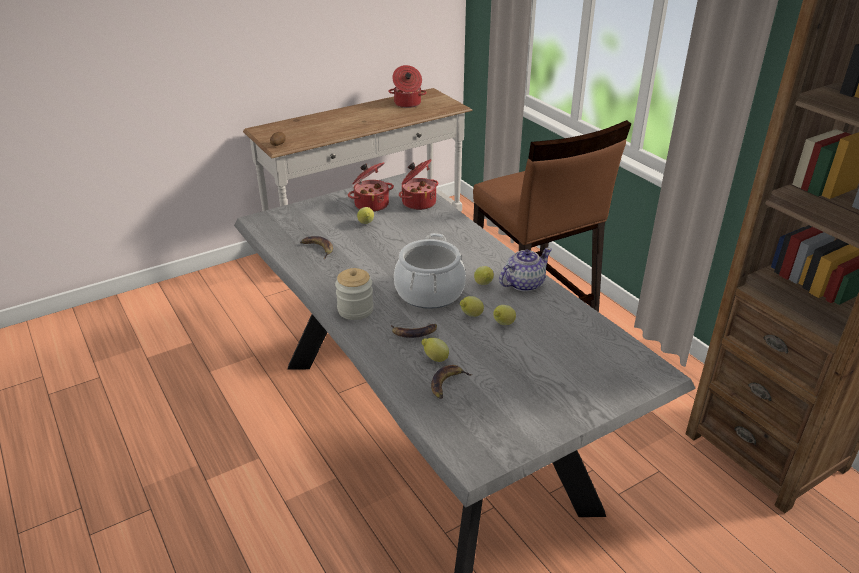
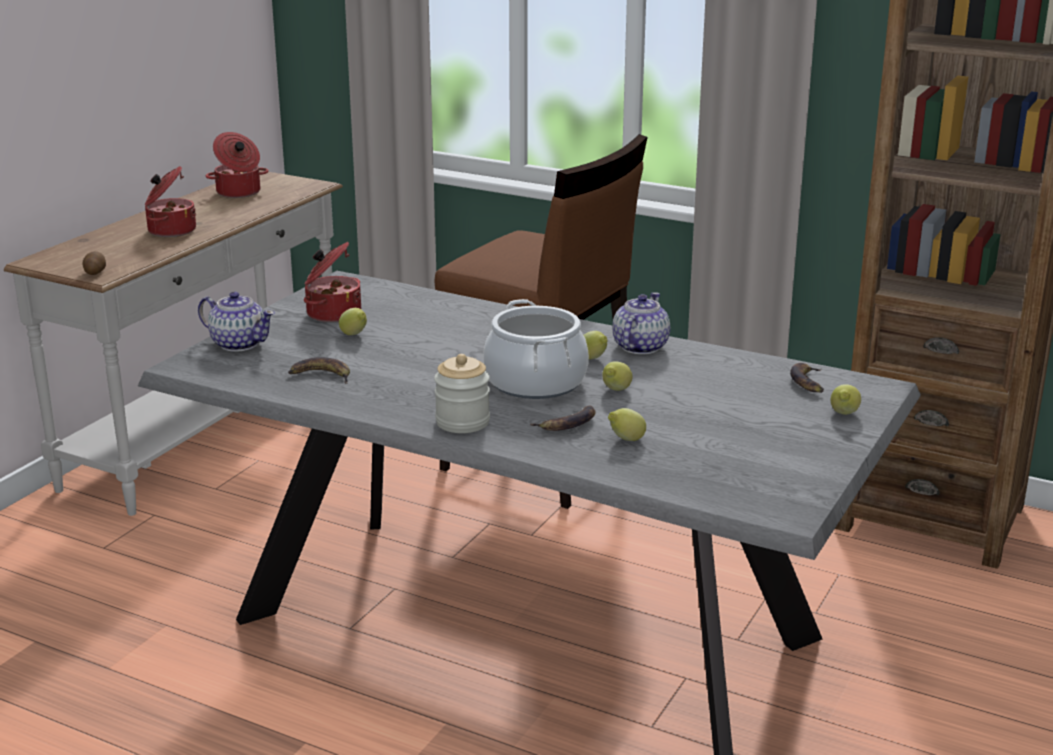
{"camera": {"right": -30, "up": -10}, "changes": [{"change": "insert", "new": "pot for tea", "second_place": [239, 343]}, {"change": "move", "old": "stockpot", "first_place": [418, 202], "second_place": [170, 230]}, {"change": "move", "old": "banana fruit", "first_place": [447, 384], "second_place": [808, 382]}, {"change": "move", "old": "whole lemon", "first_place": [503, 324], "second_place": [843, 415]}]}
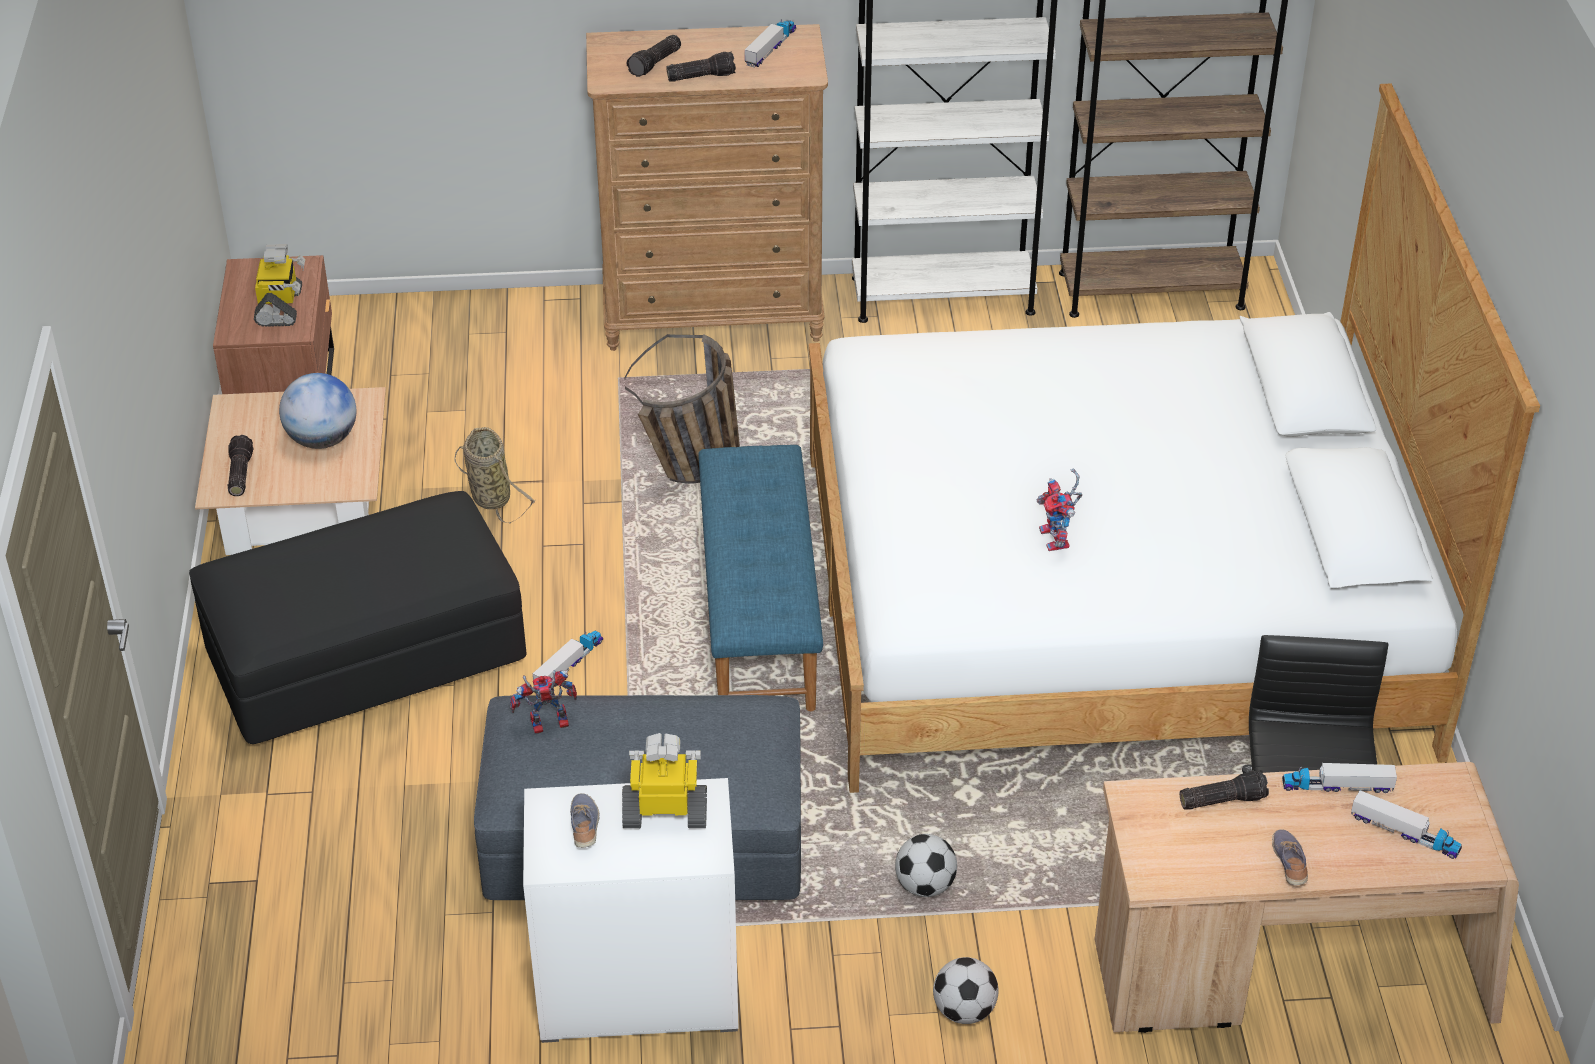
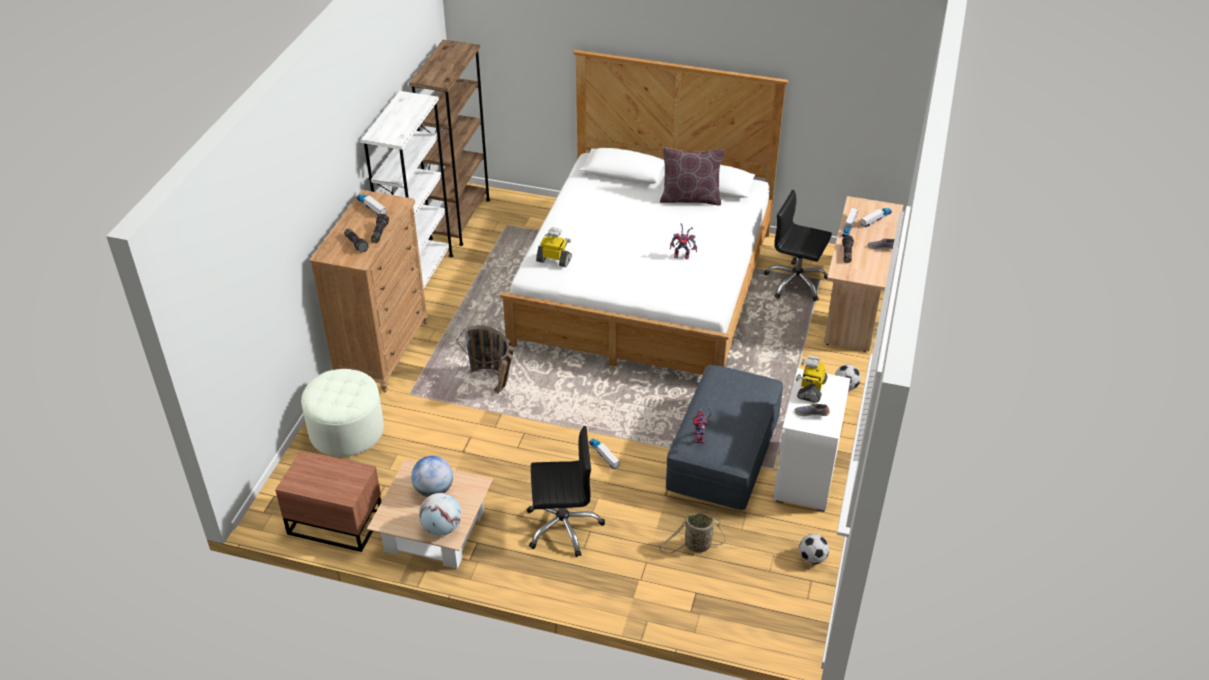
{"camera": {"right": -70, "up": 0}, "changes": [{"change": "delete", "old": "blue bench", "first_place": [761, 616]}, {"change": "insert", "new": "white ottoman", "second_place": [346, 431]}, {"change": "insert", "new": "brown-coloured cushion", "second_place": [690, 198]}, {"change": "move", "old": "robot figure", "first_place": [281, 307], "second_place": [554, 260]}, {"change": "move", "old": "storage basket", "first_place": [489, 496], "second_place": [696, 546]}, {"change": "move", "old": "football", "first_place": [924, 886], "second_place": [812, 558]}, {"change": "replace", "old": "black-coloured ottoman", "new": "black-coloured office chair", "first_place": [366, 657], "second_place": [563, 526]}, {"change": "replace", "old": "torch", "new": "globe", "first_place": [239, 474], "second_place": [442, 527]}]}
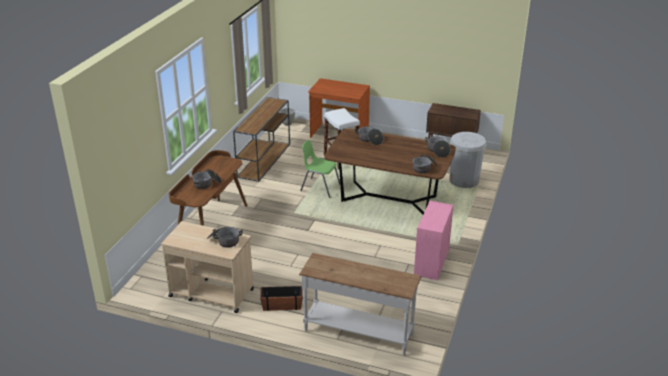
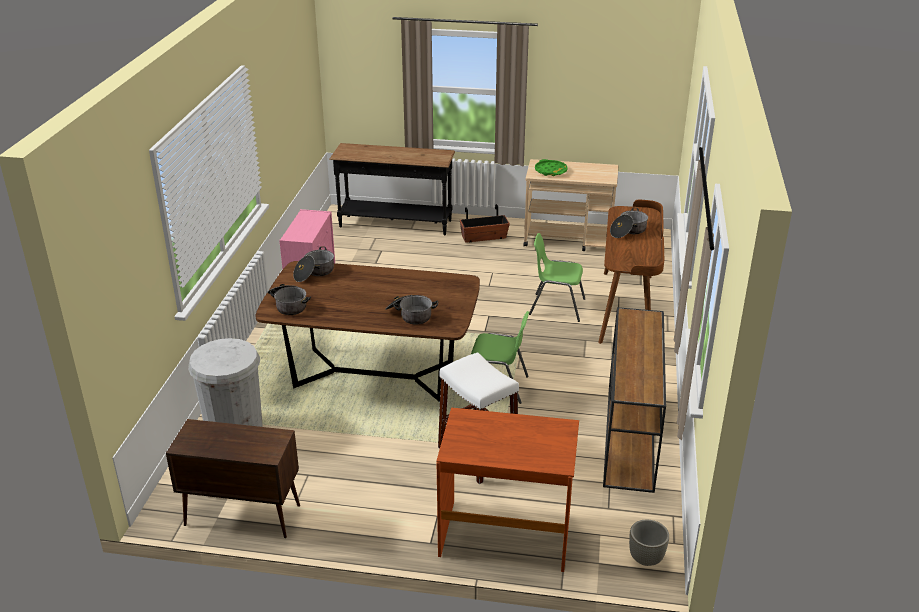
{"camera": {"right": 170, "up": 0}, "changes": [{"change": "insert", "new": "green upright chair", "second_place": [556, 307]}, {"change": "replace", "old": "stockpot", "new": "green carrying tray", "first_place": [224, 241], "second_place": [551, 171]}, {"change": "recolor", "old": "white narrow table", "new": "black-coloured narrow table", "first_place": [358, 331], "second_place": [395, 224]}]}
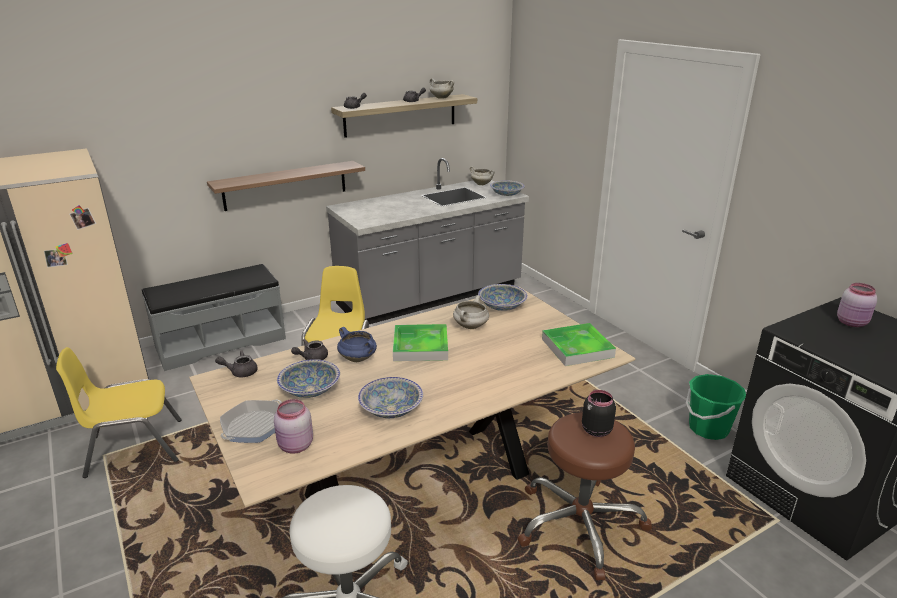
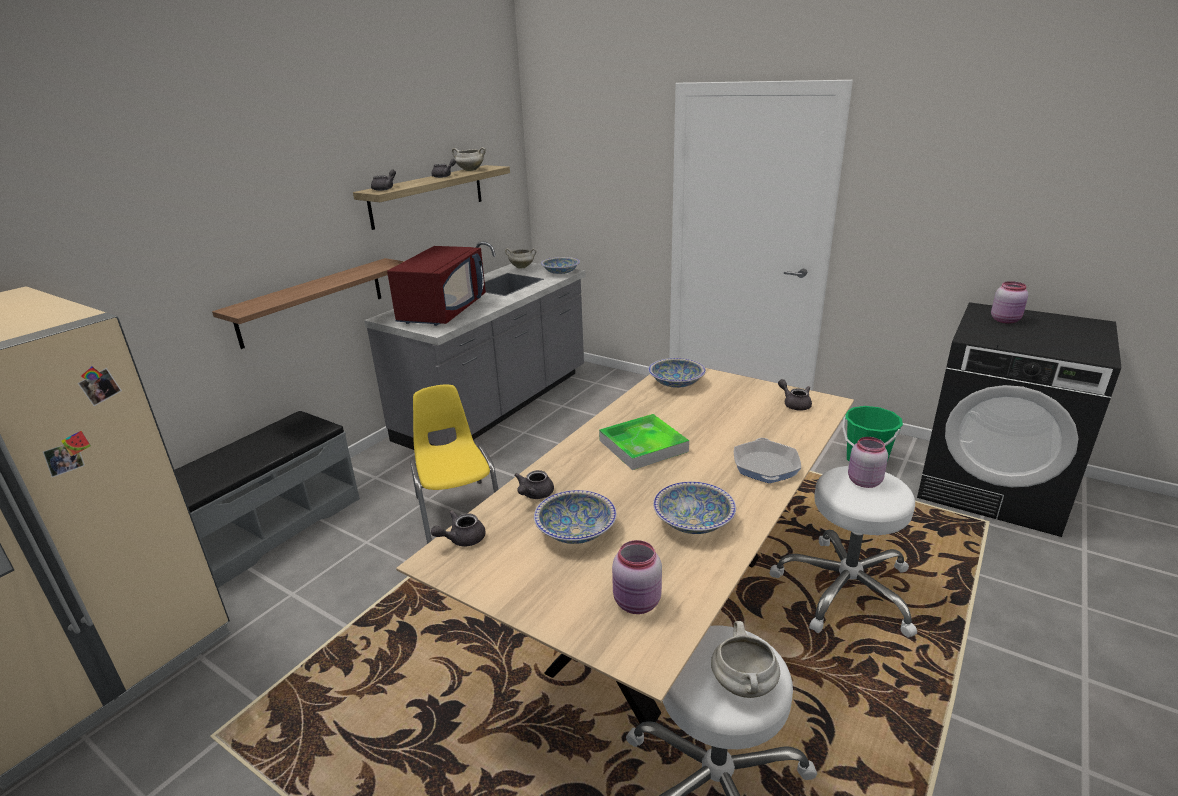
{"camera": {"right": -25, "up": 0}, "changes": [{"change": "delete", "old": "yellowish upright chair", "first_place": [134, 448]}, {"change": "delete", "old": "blue stockpot", "first_place": [358, 359]}, {"change": "insert", "new": "reddish microwave oven", "second_place": [443, 311]}, {"change": "move", "old": "skillet", "first_place": [253, 426], "second_place": [765, 466]}, {"change": "move", "old": "white stockpot", "first_place": [471, 327], "second_place": [744, 685]}, {"change": "replace", "old": "carrying tray", "new": "grey pot for tea", "first_place": [577, 348], "second_place": [794, 404]}, {"change": "recolor", "old": "brown-coloured stool seat", "new": "white stool seat", "first_place": [579, 524], "second_place": [845, 589]}, {"change": "recolor", "old": "black-coloured storage jar", "new": "pinkish storage jar", "first_place": [595, 430], "second_place": [863, 481]}]}
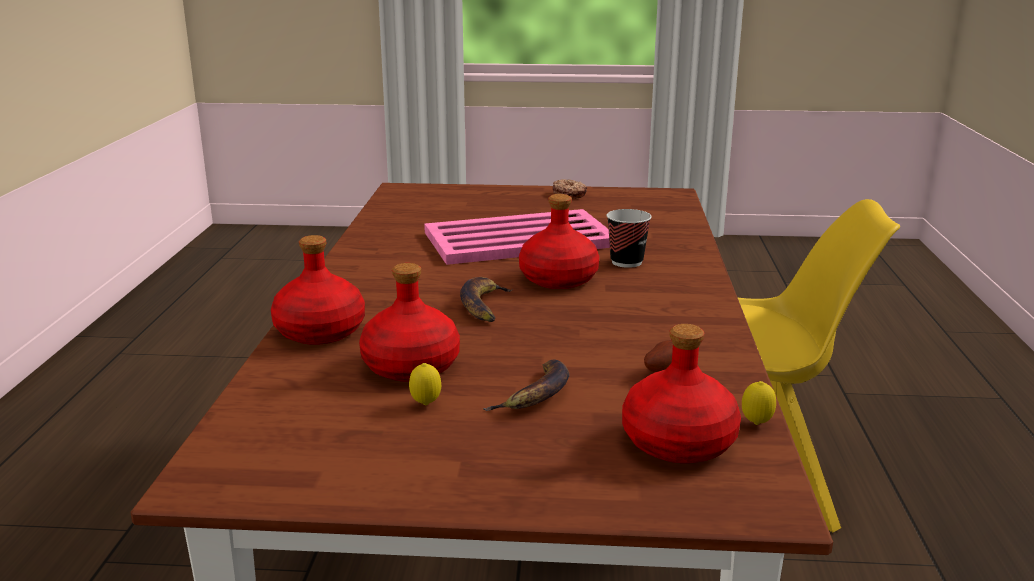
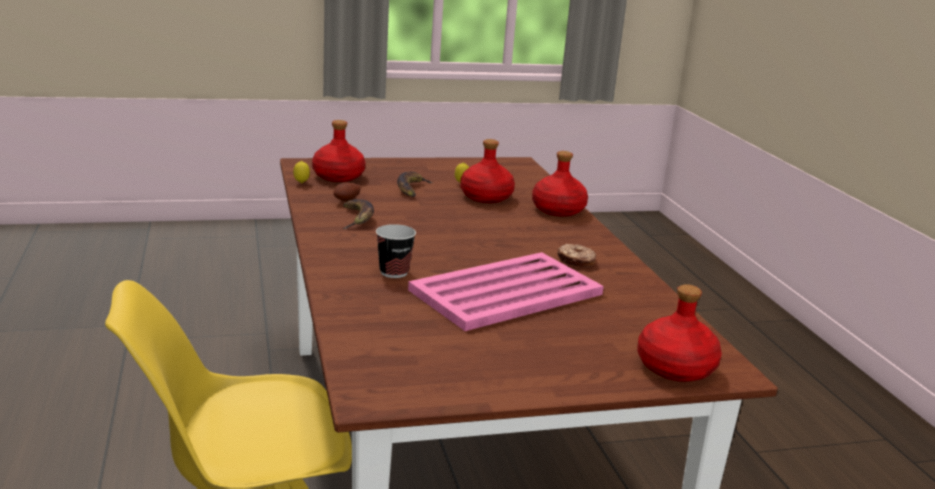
{"camera": {"right": 160, "up": 0}, "changes": [{"change": "move", "old": "banana fruit", "first_place": [484, 306], "second_place": [357, 218]}, {"change": "move", "old": "reddish bottle", "first_place": [559, 279], "second_place": [674, 367]}, {"change": "move", "old": "donut", "first_place": [569, 194], "second_place": [576, 261]}]}
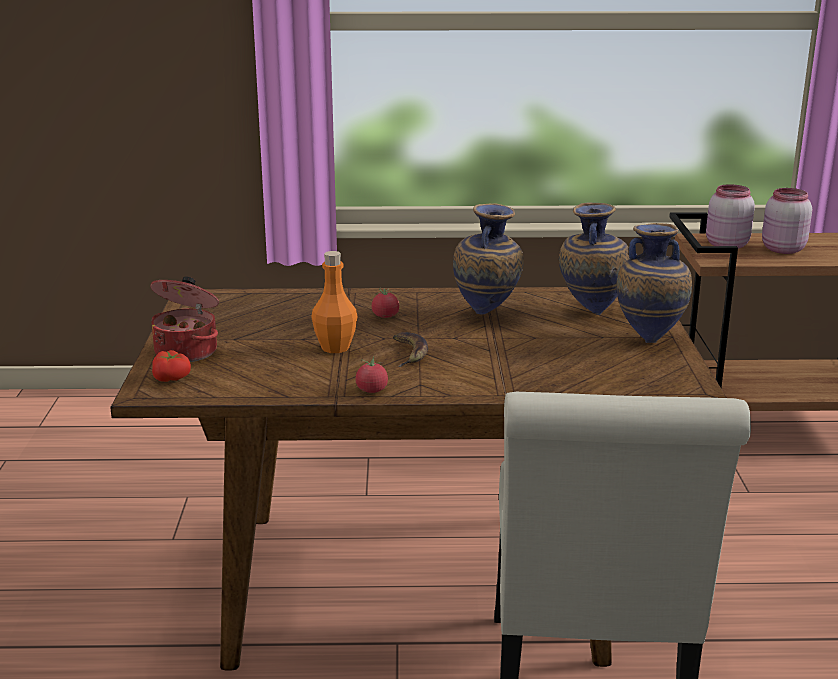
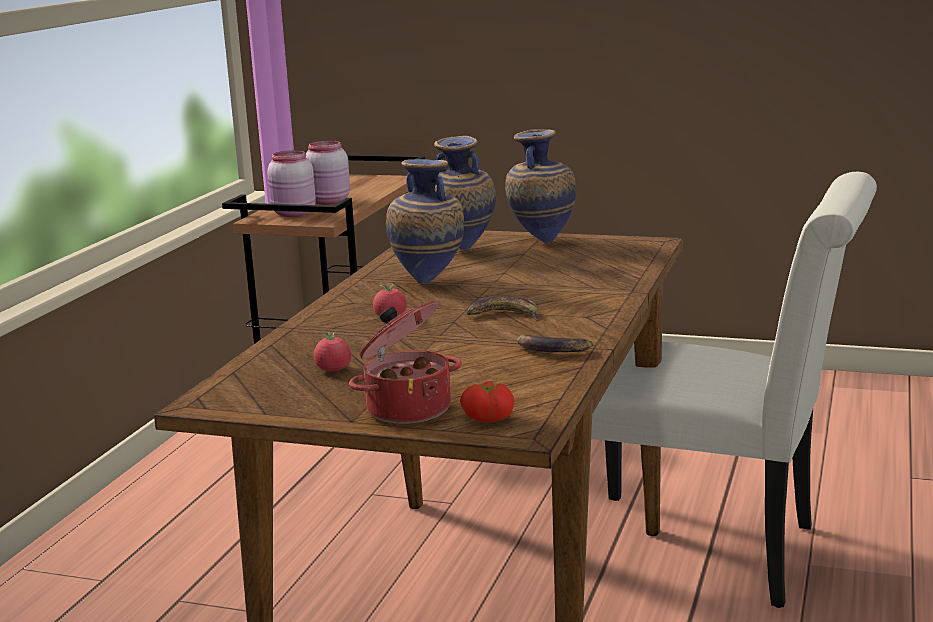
{"camera": {"right": -70, "up": -5}, "changes": [{"change": "delete", "old": "orangey bottle", "first_place": [335, 347]}, {"change": "insert", "new": "banana fruit", "second_place": [552, 349]}, {"change": "move", "old": "whole tomato", "first_place": [371, 390], "second_place": [333, 369]}]}
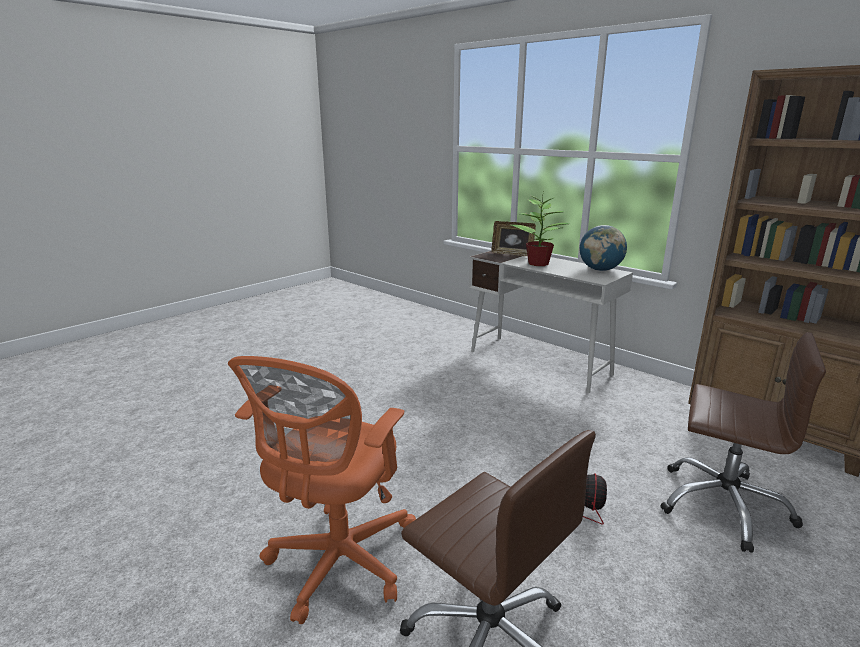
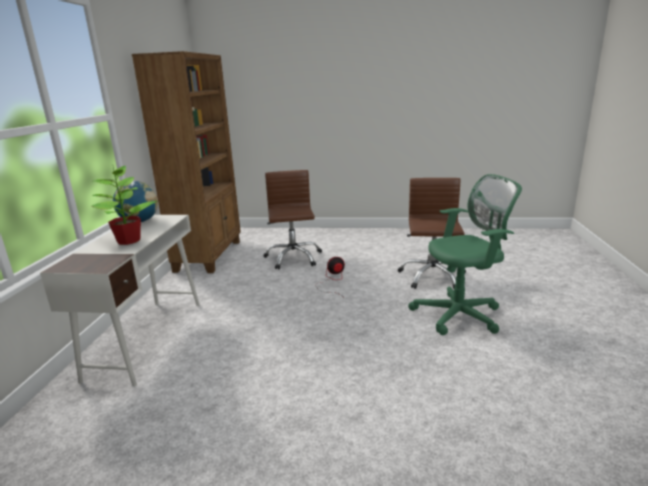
{"camera": {"right": -125, "up": 0}, "changes": [{"change": "delete", "old": "photo frame", "first_place": [512, 254]}, {"change": "recolor", "old": "orangey office chair", "new": "green office chair", "first_place": [337, 564], "second_place": [461, 315]}]}
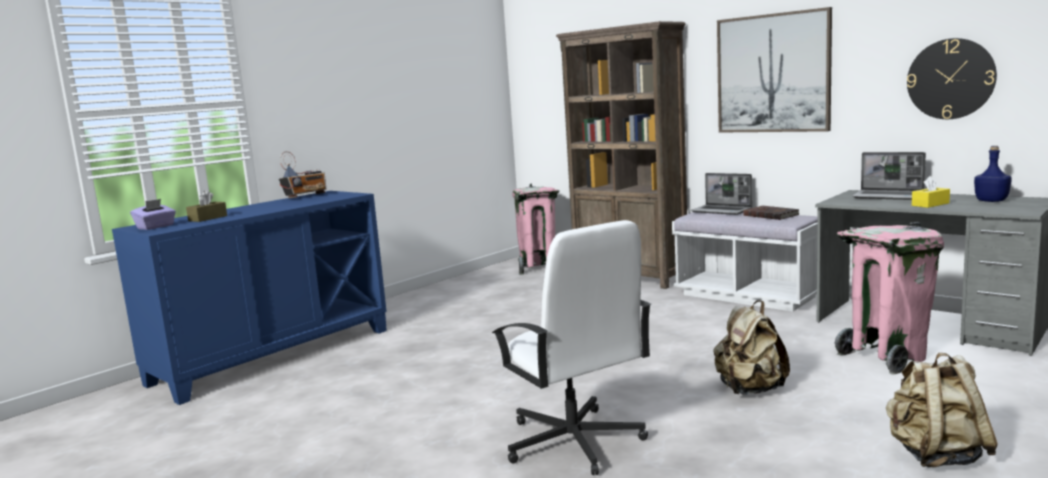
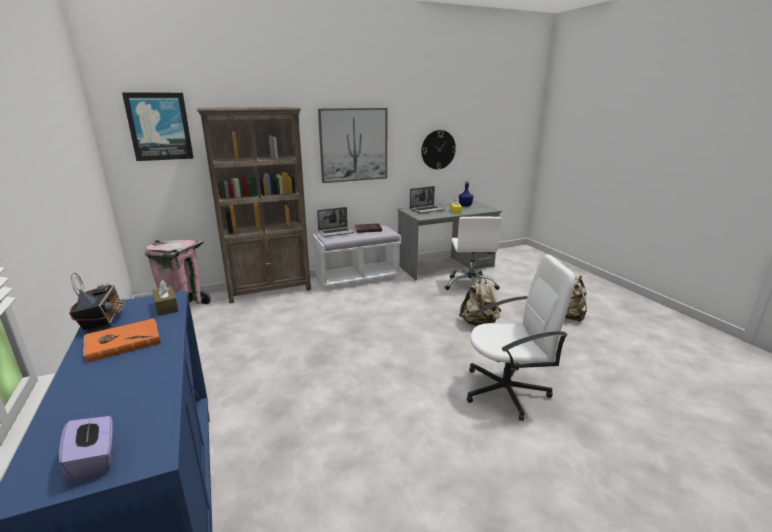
{"camera": {"right": -65, "up": 10}, "changes": [{"change": "insert", "new": "orangey bound book", "second_place": [123, 342]}, {"change": "insert", "new": "wall picture", "second_place": [159, 126]}, {"change": "move", "old": "brown-coloured tissue box", "first_place": [208, 218], "second_place": [166, 307]}, {"change": "replace", "old": "pinkish trash can", "new": "white office chair", "first_place": [886, 357], "second_place": [470, 286]}]}
